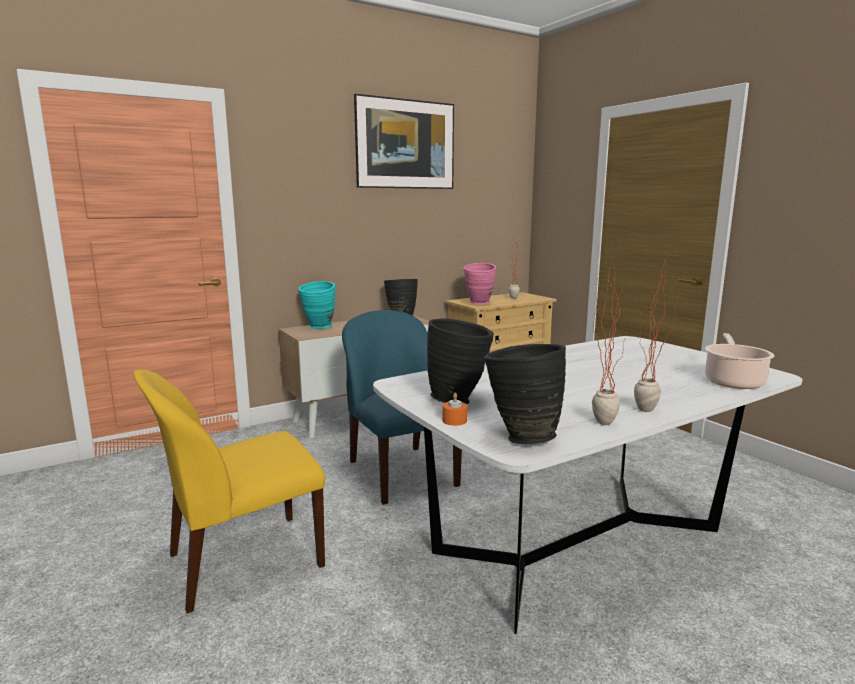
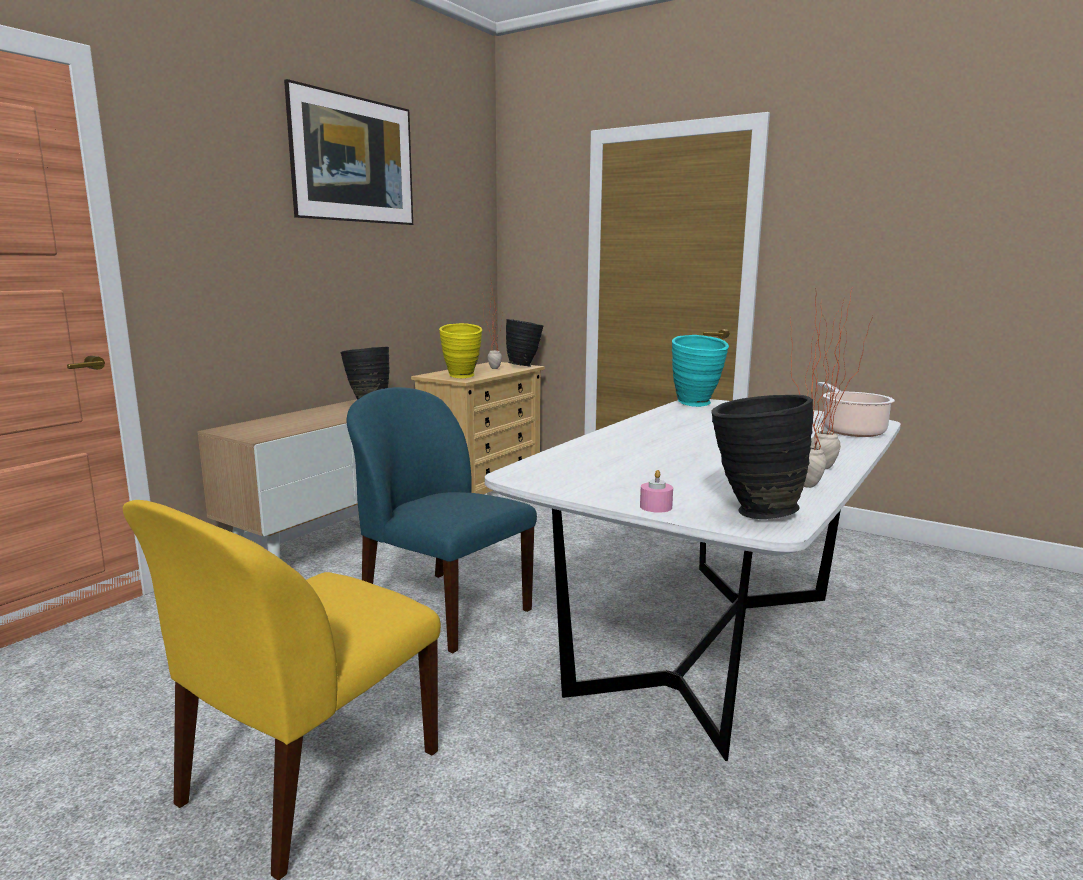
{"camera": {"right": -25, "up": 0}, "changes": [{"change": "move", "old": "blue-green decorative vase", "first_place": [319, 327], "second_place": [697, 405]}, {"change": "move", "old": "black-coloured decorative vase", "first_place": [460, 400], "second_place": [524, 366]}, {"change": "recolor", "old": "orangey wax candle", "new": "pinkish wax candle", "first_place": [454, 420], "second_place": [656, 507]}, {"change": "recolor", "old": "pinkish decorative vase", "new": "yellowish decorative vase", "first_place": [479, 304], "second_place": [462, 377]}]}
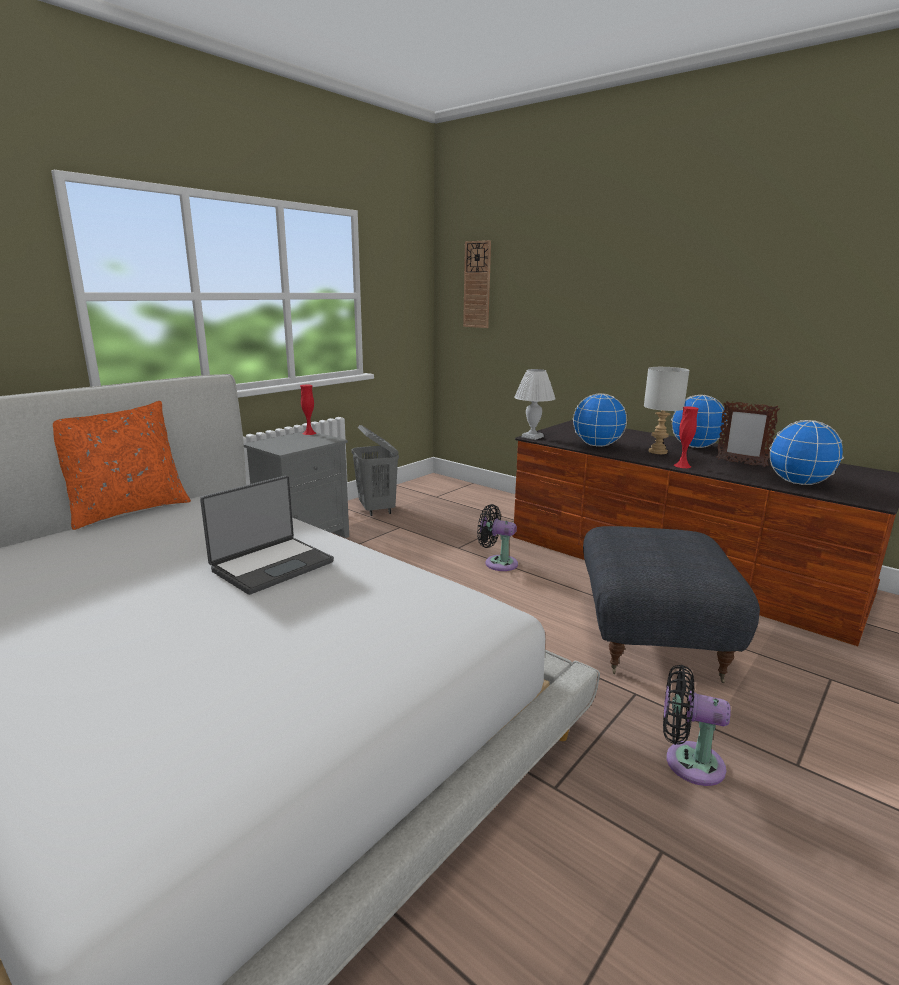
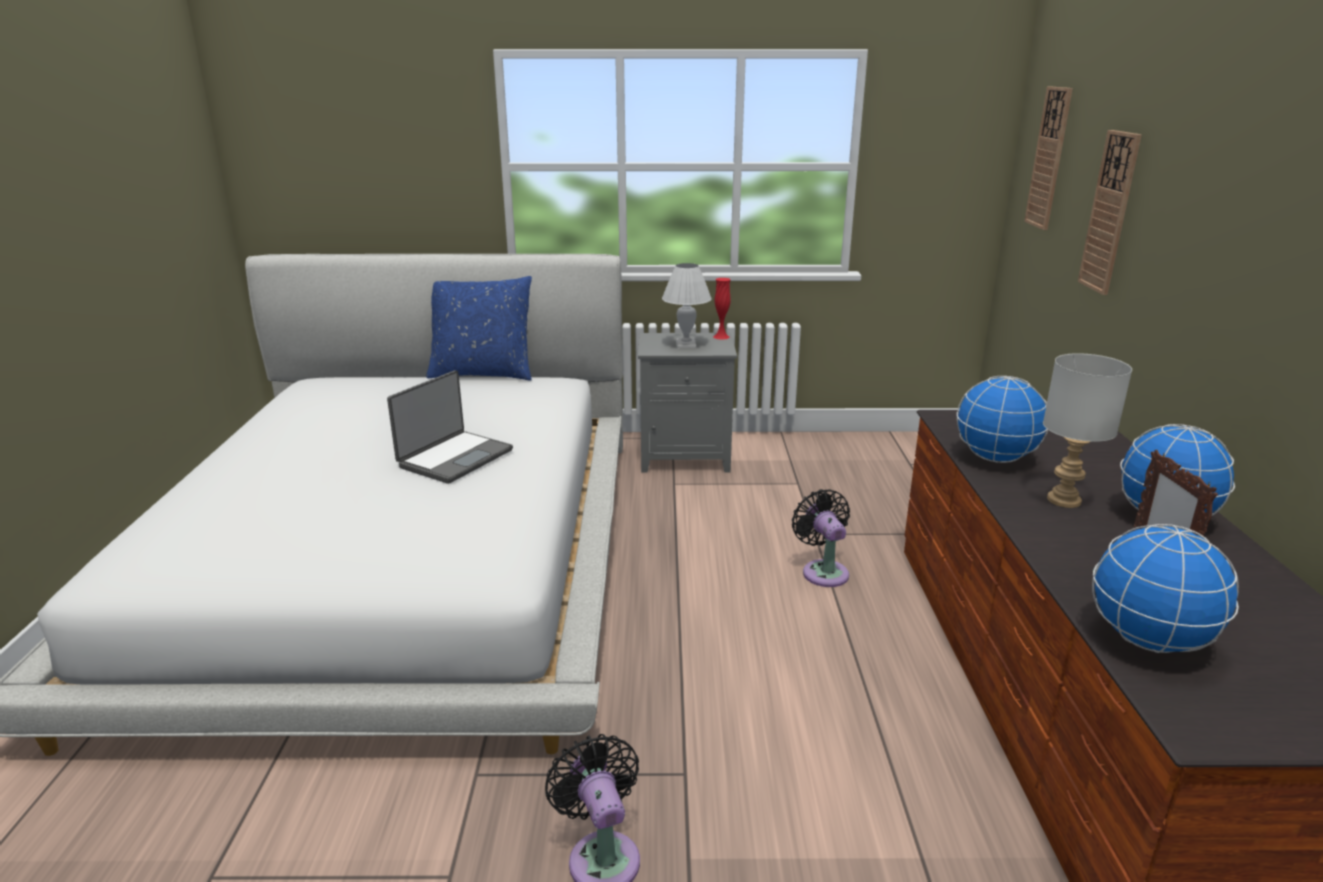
{"camera": {"right": 50, "up": 5}, "changes": [{"change": "delete", "old": "grey laundry basket", "first_place": [377, 509]}, {"change": "delete", "old": "grey ottoman", "first_place": [649, 637]}, {"change": "delete", "old": "reddish decorative vase", "first_place": [682, 465]}, {"change": "insert", "new": "wall clock", "second_place": [1110, 212]}, {"change": "move", "old": "white lamp for a table", "first_place": [531, 437], "second_place": [685, 345]}, {"change": "recolor", "old": "orangey cushion", "new": "blue cushion", "first_place": [128, 510], "second_place": [483, 374]}, {"change": "rotate", "old": "portable computer", "first_place": [271, 566], "second_place": [454, 458], "degrees": -60}]}
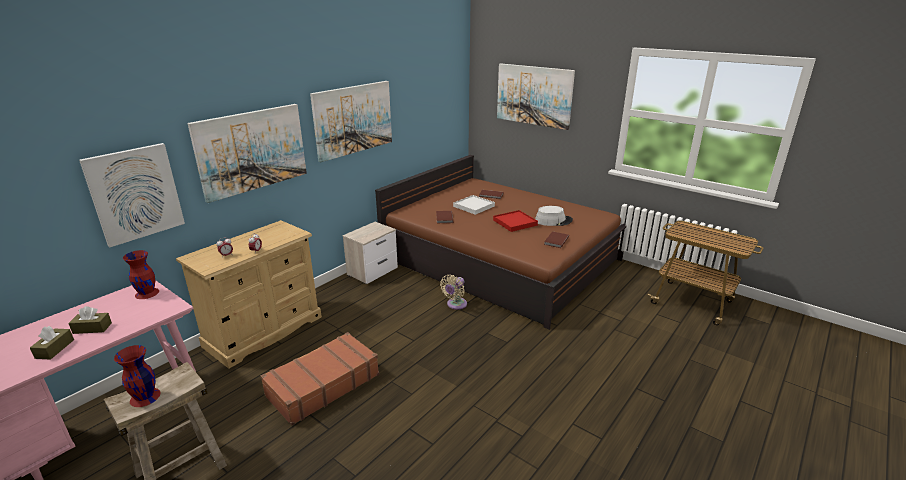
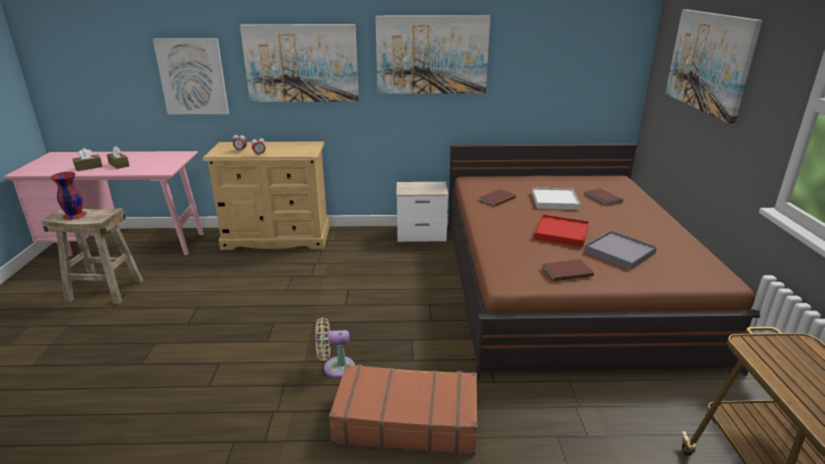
{"camera": {"right": 50, "up": 0}, "changes": [{"change": "delete", "old": "reddish decorative vase", "first_place": [147, 293]}, {"change": "move", "old": "brown-coloured travel case", "first_place": [322, 385], "second_place": [406, 420]}, {"change": "move", "old": "beige-coloured electric fan", "first_place": [455, 305], "second_place": [335, 367]}, {"change": "replace", "old": "grey hat", "new": "grey carrying tray", "first_place": [553, 221], "second_place": [619, 252]}]}
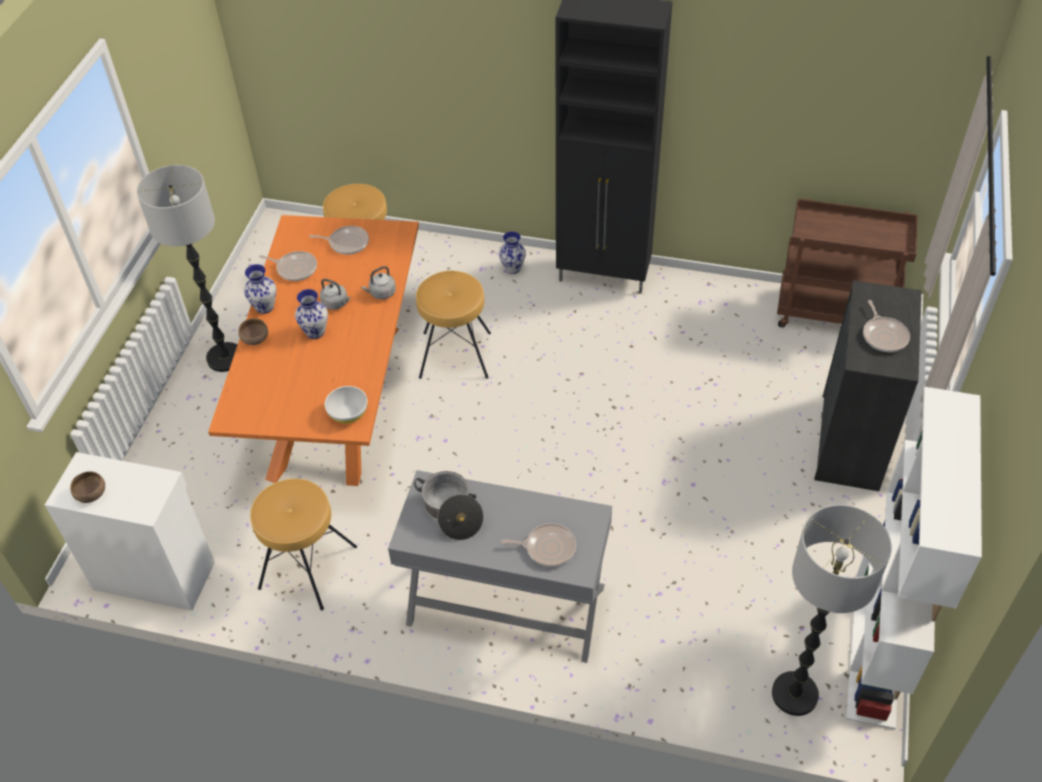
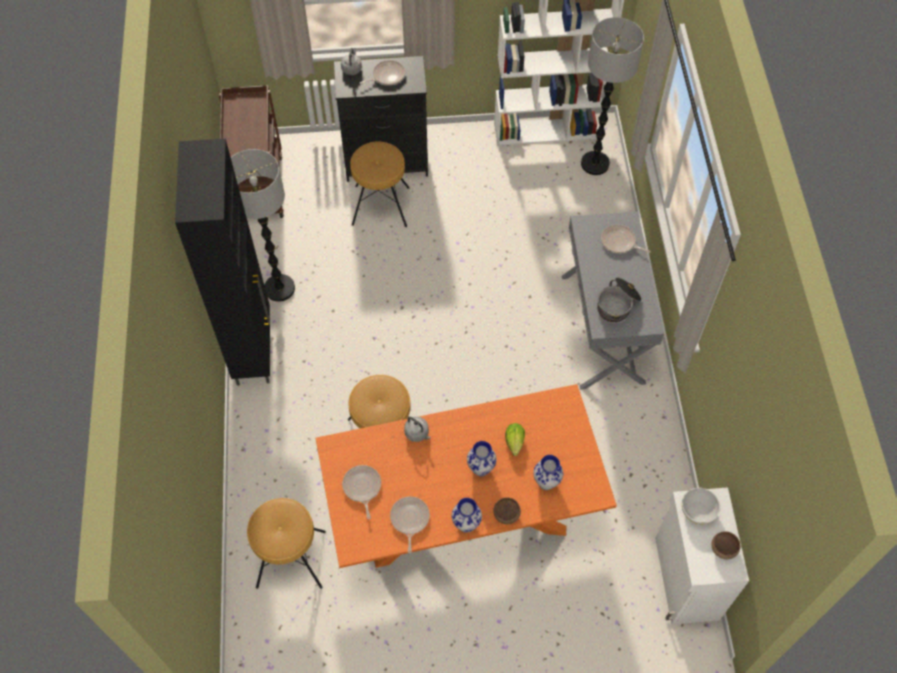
{"camera": {"right": -110, "up": 10}, "changes": [{"change": "insert", "new": "lettuce", "second_place": [514, 444]}, {"change": "move", "old": "standard lamp", "first_place": [225, 358], "second_place": [280, 288]}, {"change": "move", "old": "brown-coloured stool seat", "first_place": [307, 567], "second_place": [381, 206]}, {"change": "move", "old": "grey kettle", "first_place": [336, 303], "second_place": [352, 68]}, {"change": "move", "old": "white bowl", "first_place": [348, 413], "second_place": [697, 511]}, {"change": "move", "old": "decorative vase", "first_place": [512, 268], "second_place": [546, 482]}, {"change": "rotate", "old": "skillet", "first_place": [547, 547], "second_place": [619, 242], "degrees": -45}]}
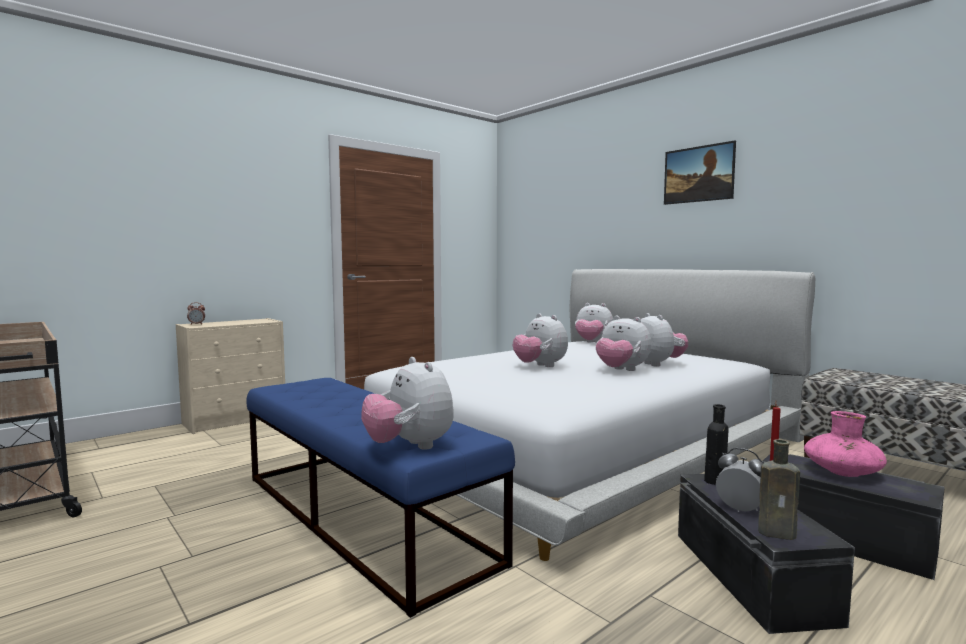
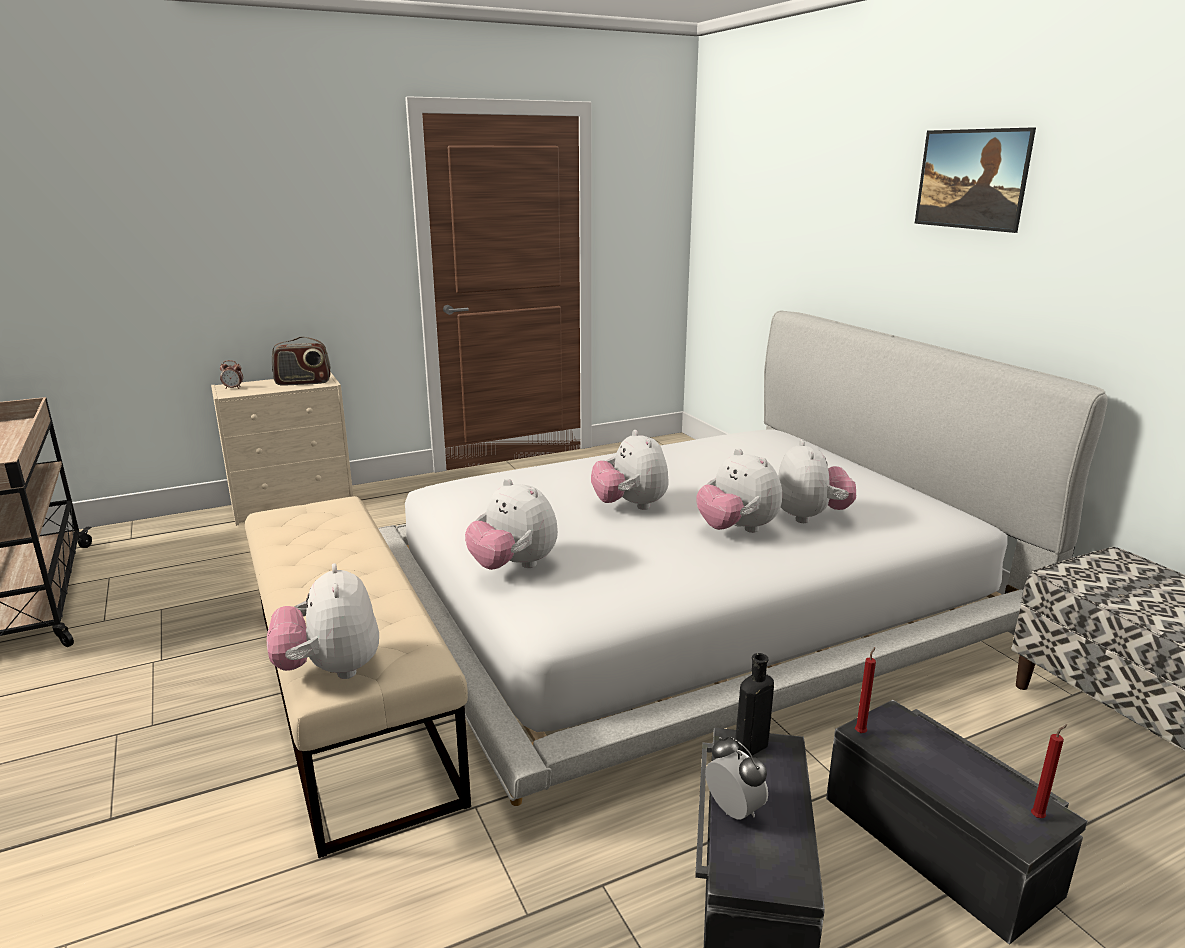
{"camera": {"right": 15, "up": 15}, "changes": [{"change": "delete", "old": "brown-coloured bottle", "first_place": [779, 534]}, {"change": "delete", "old": "pinkish decorative vase", "first_place": [842, 472]}, {"change": "insert", "new": "radio", "second_place": [303, 382]}, {"change": "insert", "new": "reddish wax candle", "second_place": [1039, 817]}, {"change": "move", "old": "plush toy", "first_place": [592, 343], "second_place": [513, 566]}, {"change": "recolor", "old": "blue bench", "new": "beige-coloured bench", "first_place": [361, 516], "second_place": [349, 695]}]}
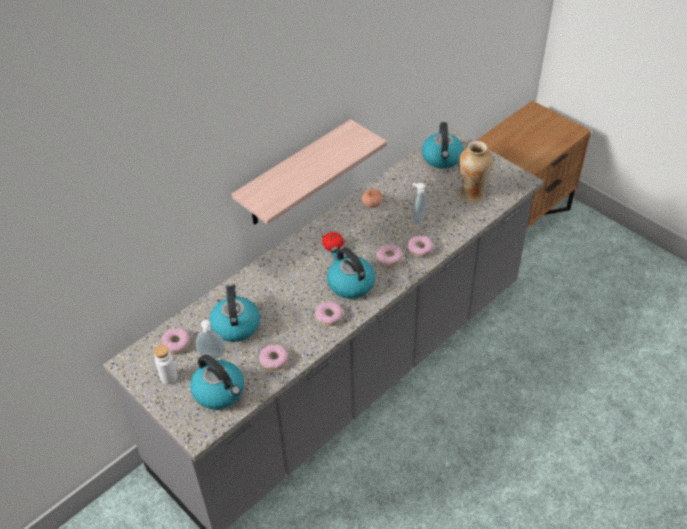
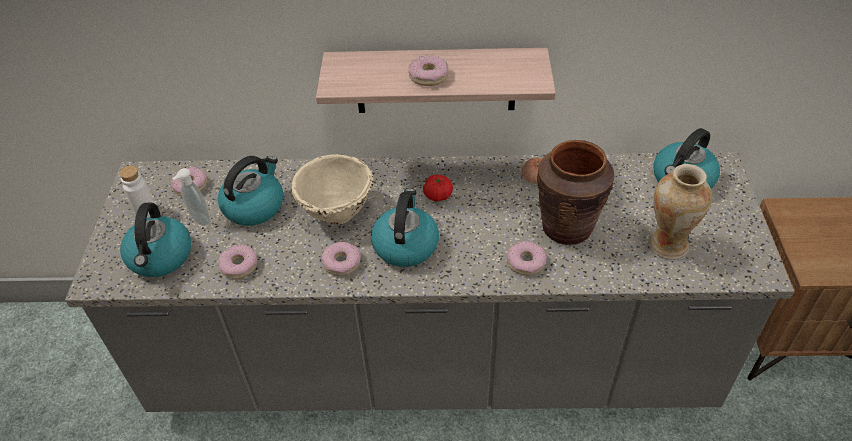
{"camera": {"right": 45, "up": 0}, "changes": [{"change": "insert", "new": "beige-coloured bowl", "second_place": [336, 211]}, {"change": "move", "old": "donut", "first_place": [389, 258], "second_place": [428, 76]}, {"change": "replace", "old": "liquid soap bottle", "new": "brown-coloured decorative vase", "first_place": [417, 218], "second_place": [566, 227]}]}
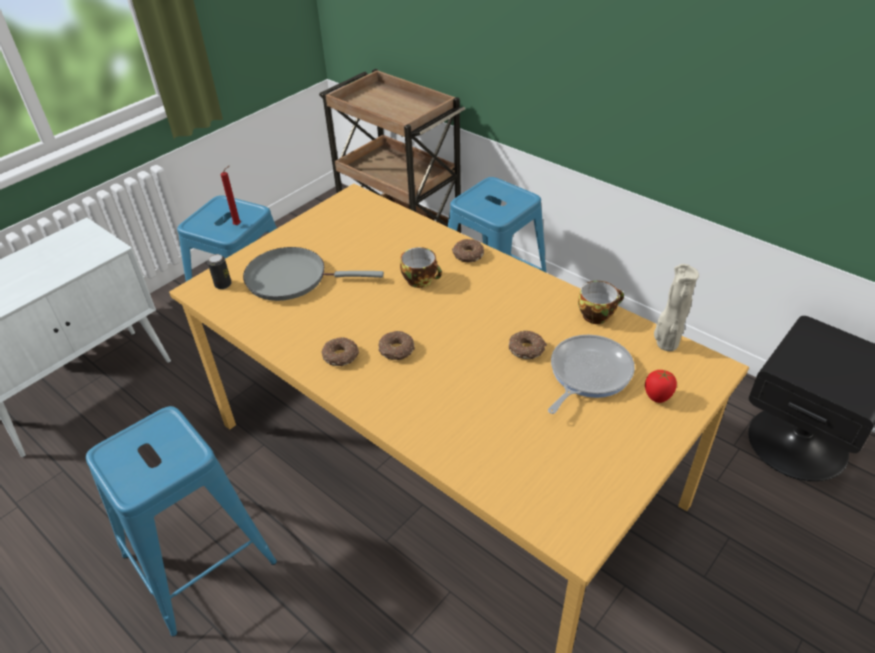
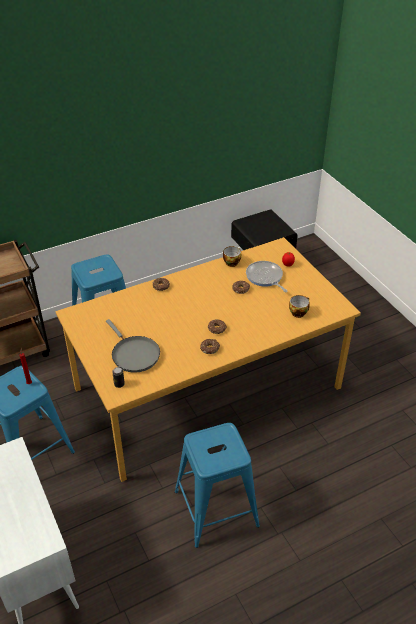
{"camera": {"right": -70, "up": 0}, "changes": [{"change": "delete", "old": "beige-coloured decorative vase", "first_place": [665, 344]}, {"change": "move", "old": "cup", "first_place": [421, 280], "second_place": [298, 312]}, {"change": "rotate", "old": "grey skillet", "first_place": [292, 278], "second_place": [134, 354], "degrees": -60}]}
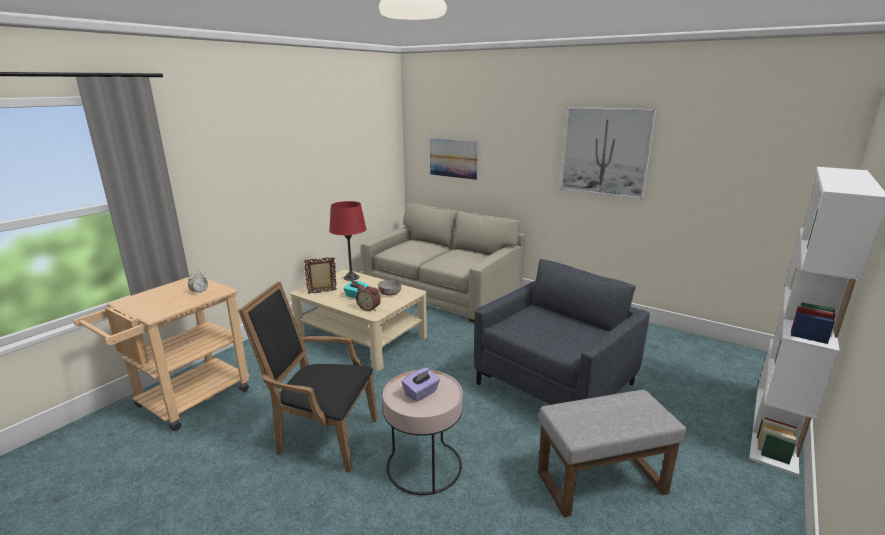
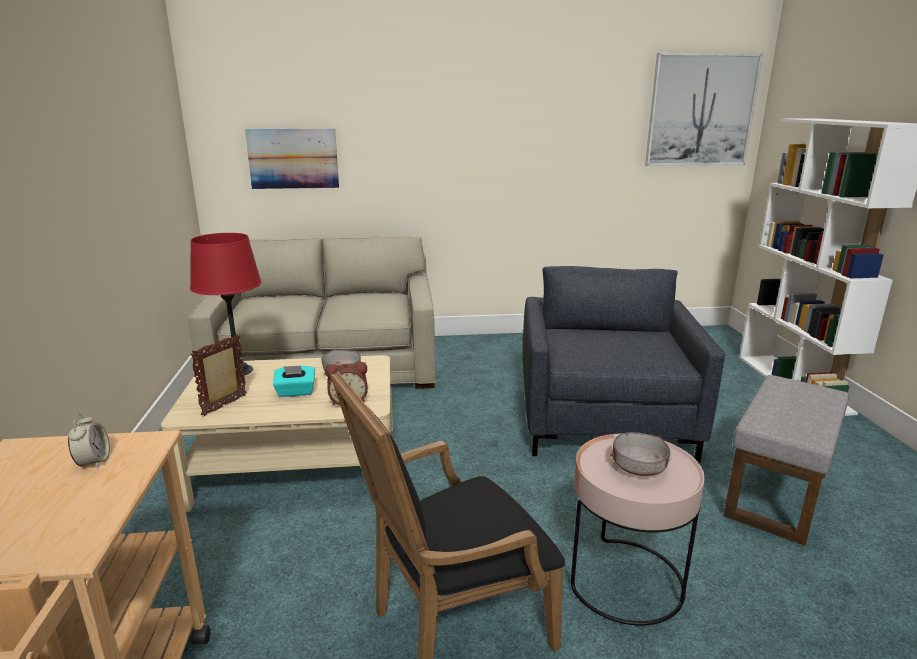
{"camera": {"right": -40, "up": 0}, "changes": [{"change": "move", "old": "wall picture", "first_place": [605, 152], "second_place": [701, 110]}, {"change": "replace", "old": "purple-coloured tissue box", "new": "grey bowl", "first_place": [421, 393], "second_place": [638, 468]}]}
